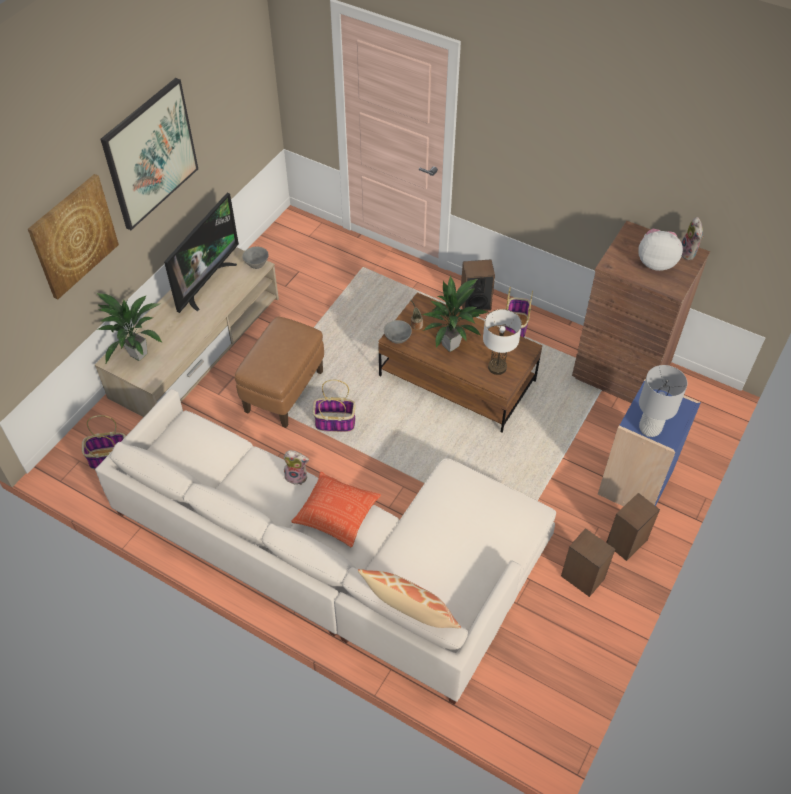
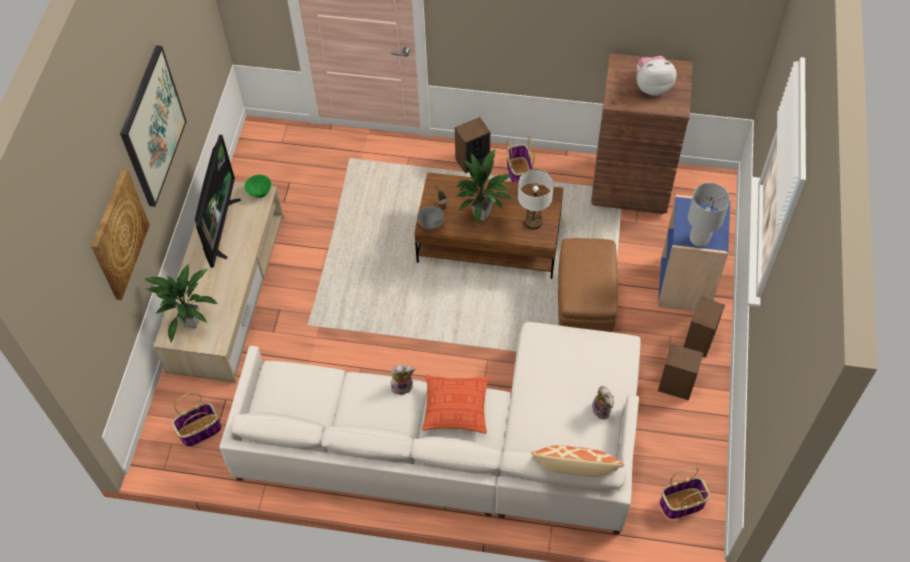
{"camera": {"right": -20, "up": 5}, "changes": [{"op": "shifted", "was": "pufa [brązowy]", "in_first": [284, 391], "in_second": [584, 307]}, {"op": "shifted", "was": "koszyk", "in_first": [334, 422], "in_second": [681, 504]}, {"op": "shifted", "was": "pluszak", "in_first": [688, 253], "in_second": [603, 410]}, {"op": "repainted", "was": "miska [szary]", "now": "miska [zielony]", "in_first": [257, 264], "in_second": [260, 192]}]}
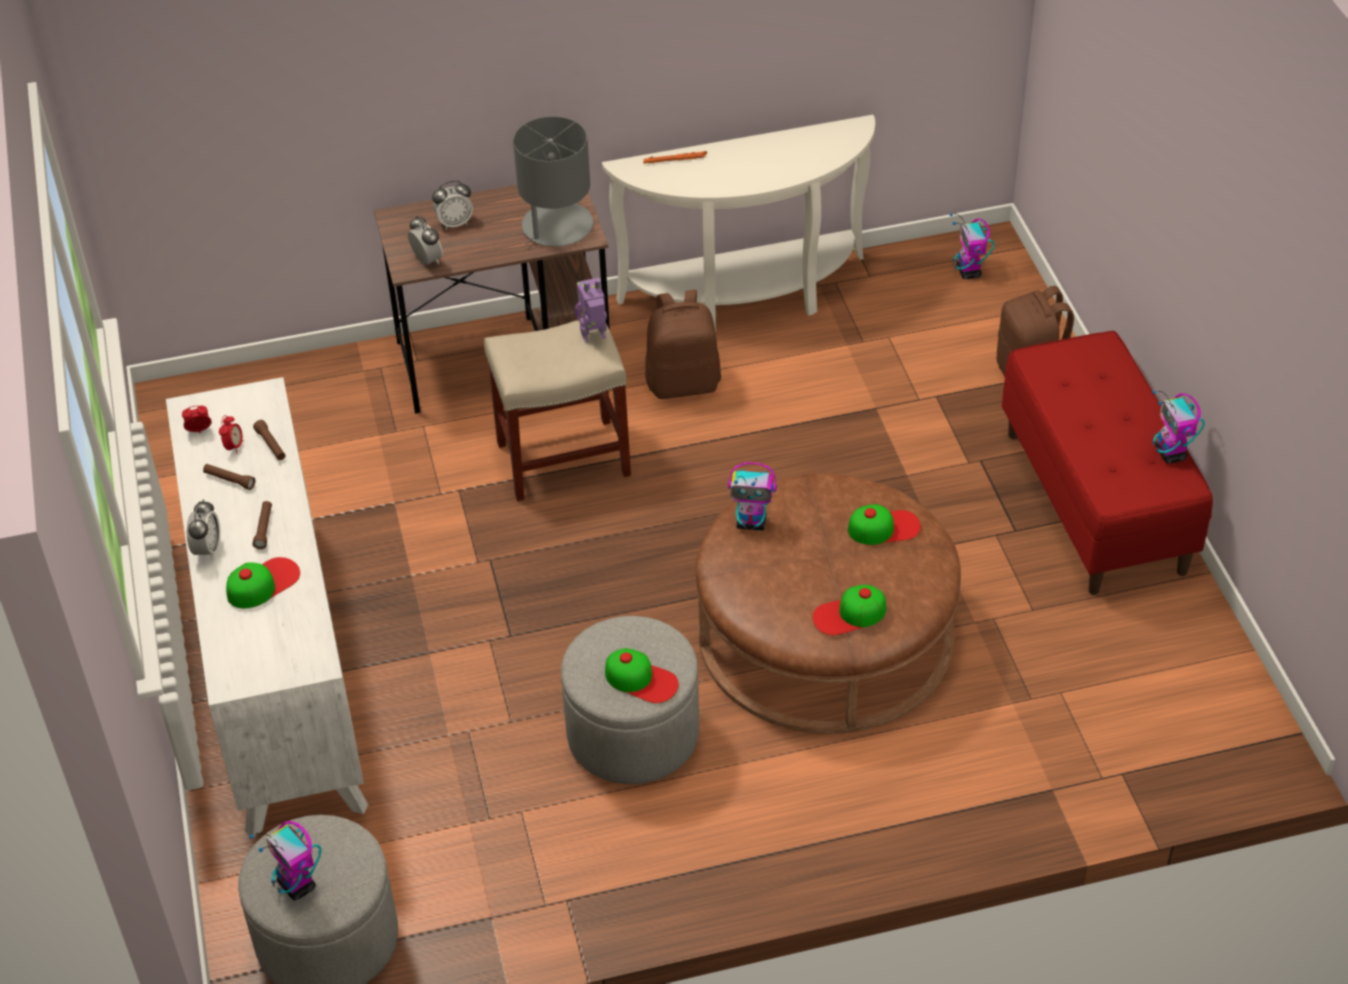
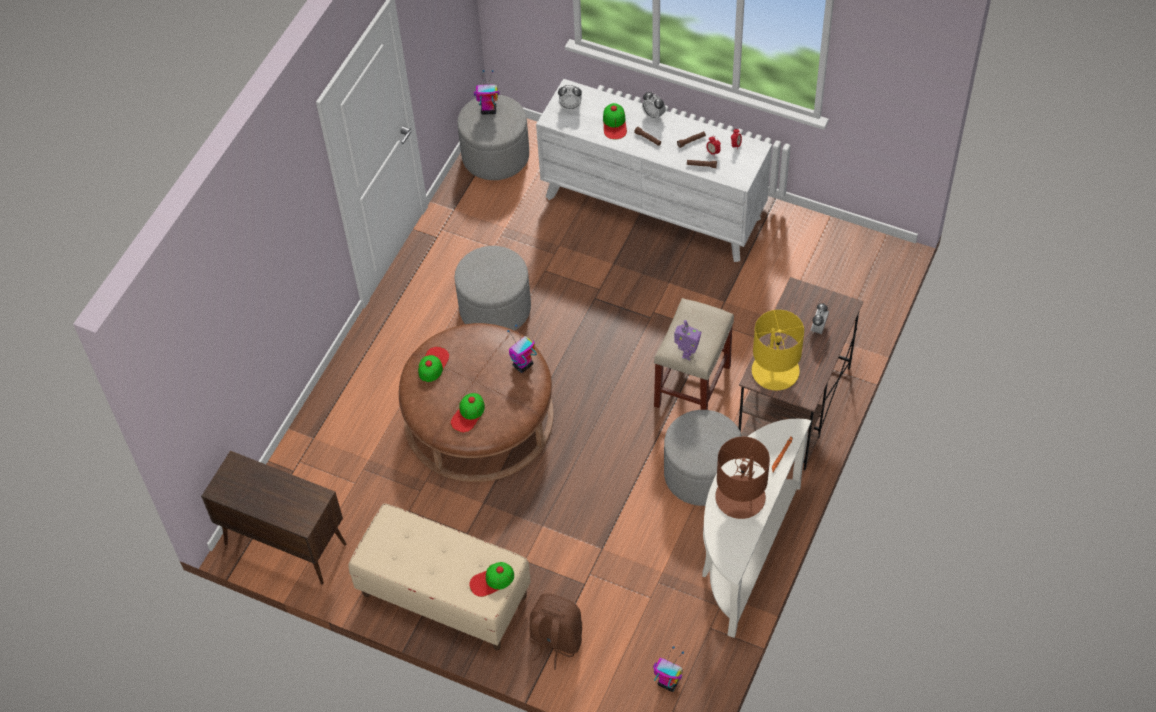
{"camera": {"right": 130, "up": 10}, "changes": [{"op": "gone", "was": "robot zabawkowy", "in_first": [1170, 454]}, {"op": "new", "now": "szafka [brązowy]", "in_second": [284, 544]}, {"op": "new", "now": "lampa stołowa [brązowy]", "in_second": [740, 497]}, {"op": "shifted", "was": "budzik", "in_first": [427, 260], "in_second": [570, 107]}, {"op": "shifted", "was": "czapka z daszkiem", "in_first": [641, 679], "in_second": [492, 581]}, {"op": "swapped", "was": "plecak [brązowy]", "now": "pufa [szary]", "in_first": [683, 383], "in_second": [702, 474]}, {"op": "repainted", "was": "lampa stołowa [szary]", "now": "lampa stołowa [żółty]", "in_first": [556, 226], "in_second": [775, 370]}, {"op": "repainted", "was": "ławka [czerwony]", "now": "ławka [beżowy]", "in_first": [1096, 502], "in_second": [444, 596]}]}
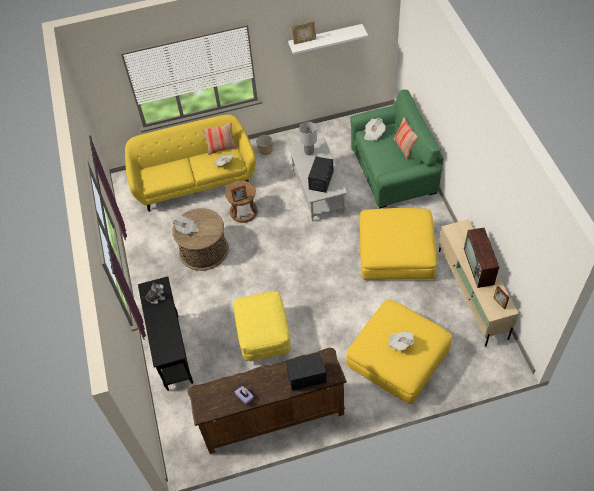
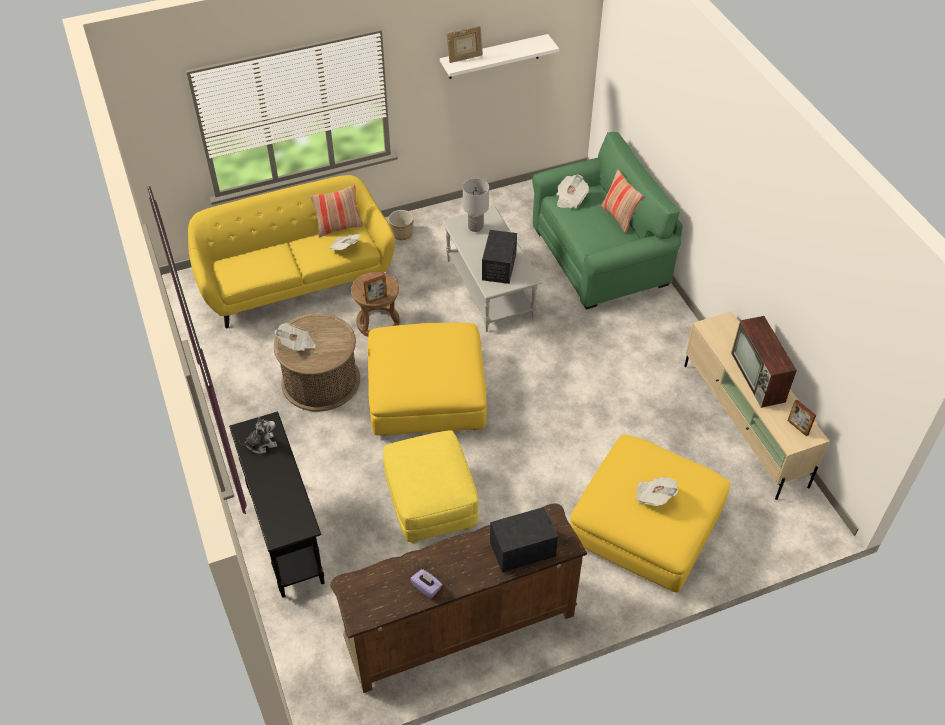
{"camera": {"right": -10, "up": -5}, "changes": [{"op": "shifted", "was": "pufa [żółty]", "in_first": [396, 252], "in_second": [426, 393]}]}
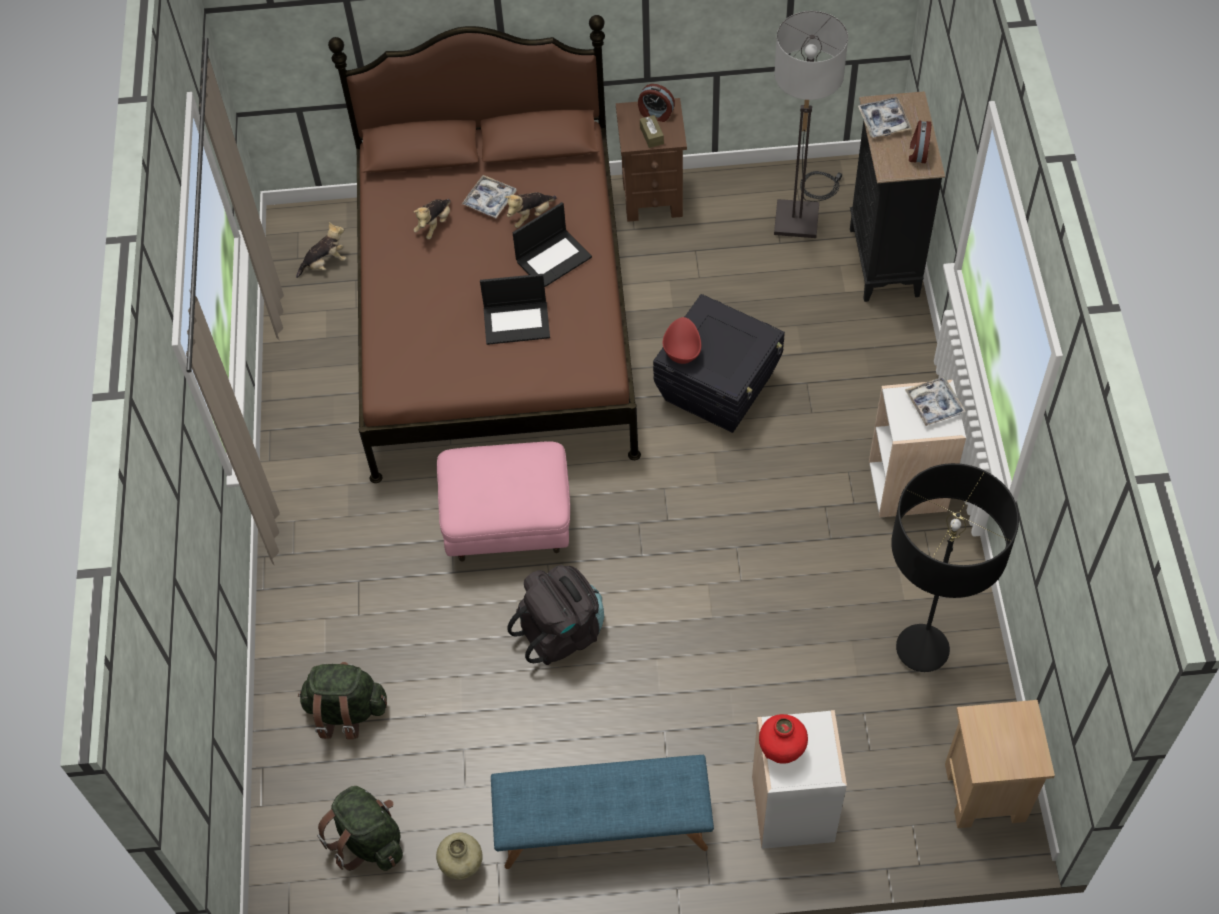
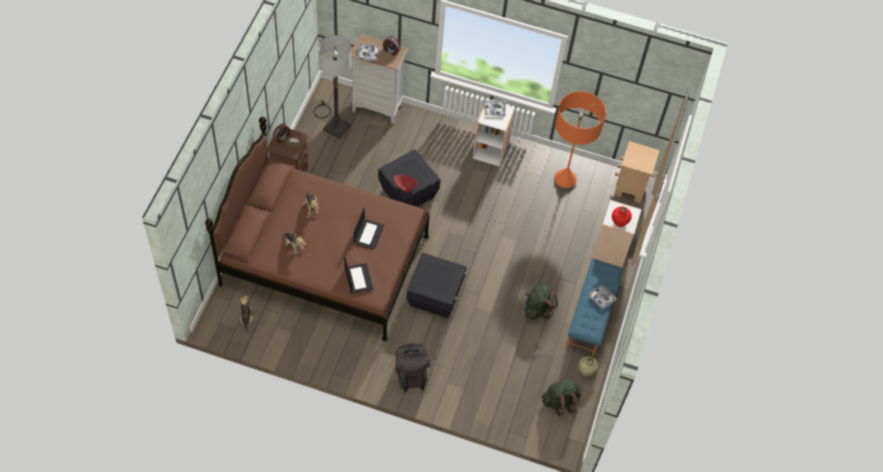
{"camera": {"right": -75, "up": 0}, "changes": [{"op": "shifted", "was": "plecak [zielony]", "in_first": [346, 711], "in_second": [537, 308]}, {"op": "shifted", "was": "taca", "in_first": [489, 200], "in_second": [601, 298]}, {"op": "shifted", "was": "plecak [czarny]", "in_first": [562, 632], "in_second": [411, 373]}, {"op": "shifted", "was": "laptop", "in_first": [553, 258], "in_second": [358, 278]}, {"op": "swapped", "was": "pufa [różowy]", "now": "pojemnik do przechowywania [czarny]", "in_first": [509, 524], "in_second": [435, 295]}, {"op": "repainted", "was": "komoda [czarny]", "now": "komoda [biały]", "in_first": [882, 264], "in_second": [378, 109]}, {"op": "repainted", "was": "lampa stojąca [czarny]", "now": "lampa stojąca [pomarańczowy]", "in_first": [922, 651], "in_second": [565, 180]}]}
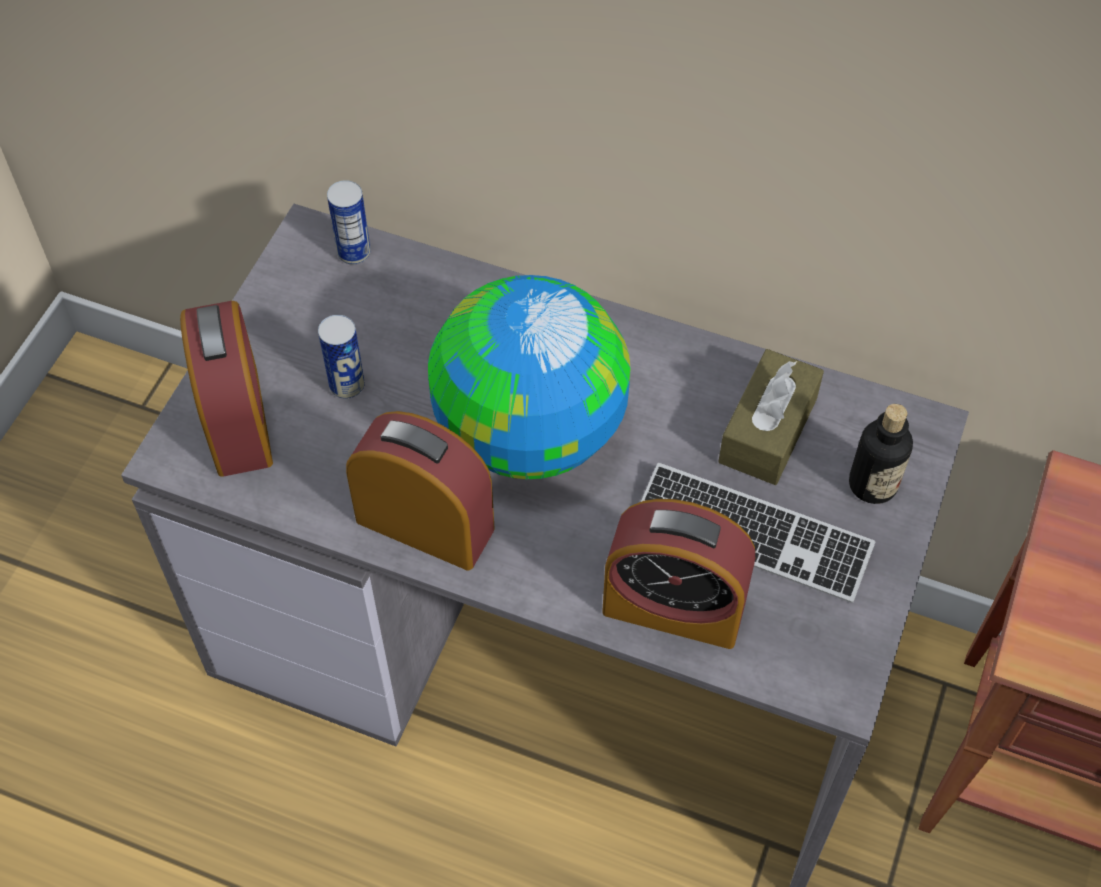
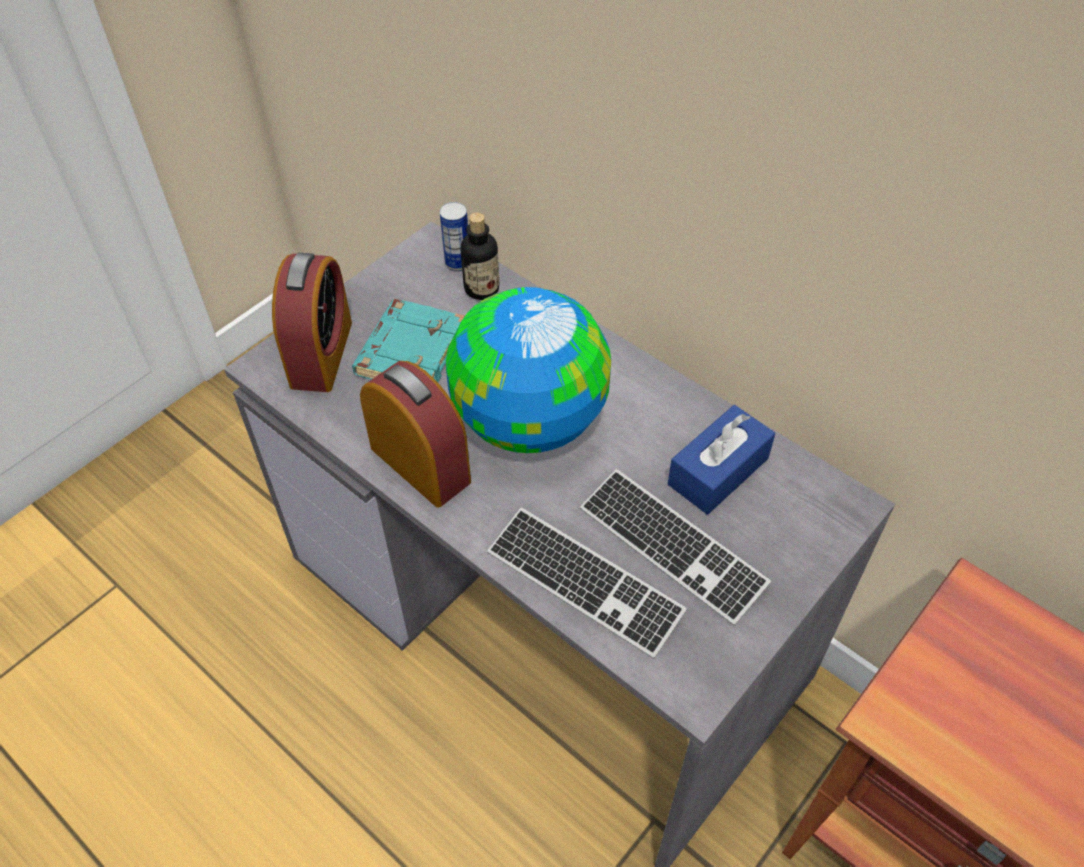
{"camera": {"right": 20, "up": -5}, "changes": [{"op": "shifted", "was": "butelka", "in_first": [872, 484], "in_second": [481, 289]}, {"op": "swapped", "was": "puszka", "now": "książka [turkusowy]", "in_first": [347, 385], "in_second": [410, 351]}, {"op": "swapped", "was": "budzik", "now": "klawiatura", "in_first": [673, 607], "in_second": [584, 583]}, {"op": "repainted", "was": "pudełko chusteczek [brązowy]", "now": "pudełko chusteczek [niebieski]", "in_first": [768, 430], "in_second": [718, 471]}]}
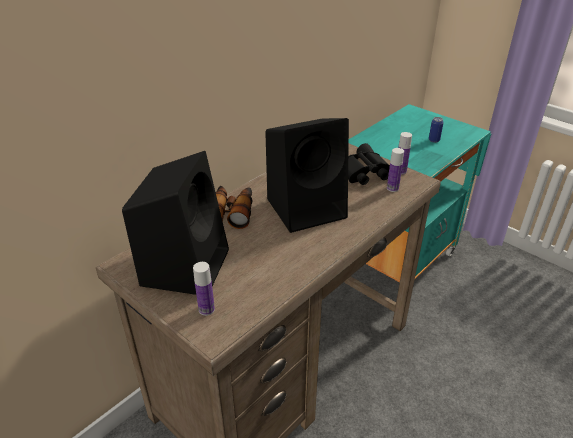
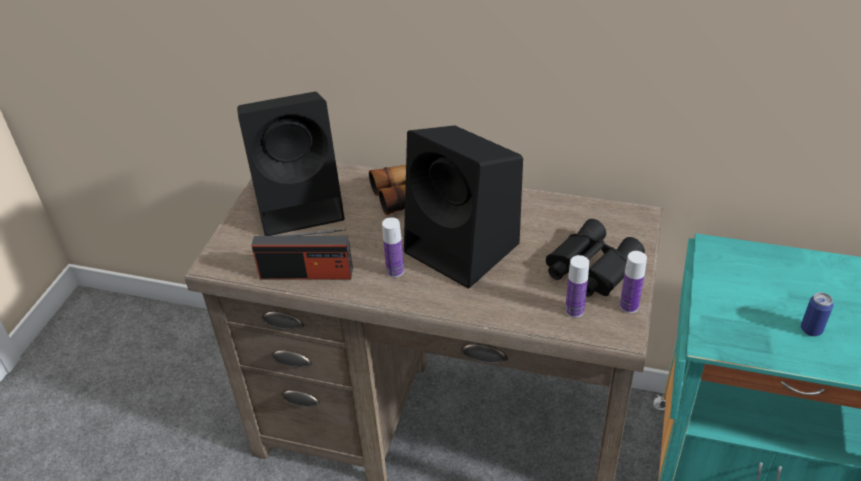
{"camera": {"right": 65, "up": 5}, "changes": [{"op": "new", "now": "radio", "in_second": [306, 273]}, {"op": "shifted", "was": "butelka", "in_first": [206, 309], "in_second": [395, 271]}]}
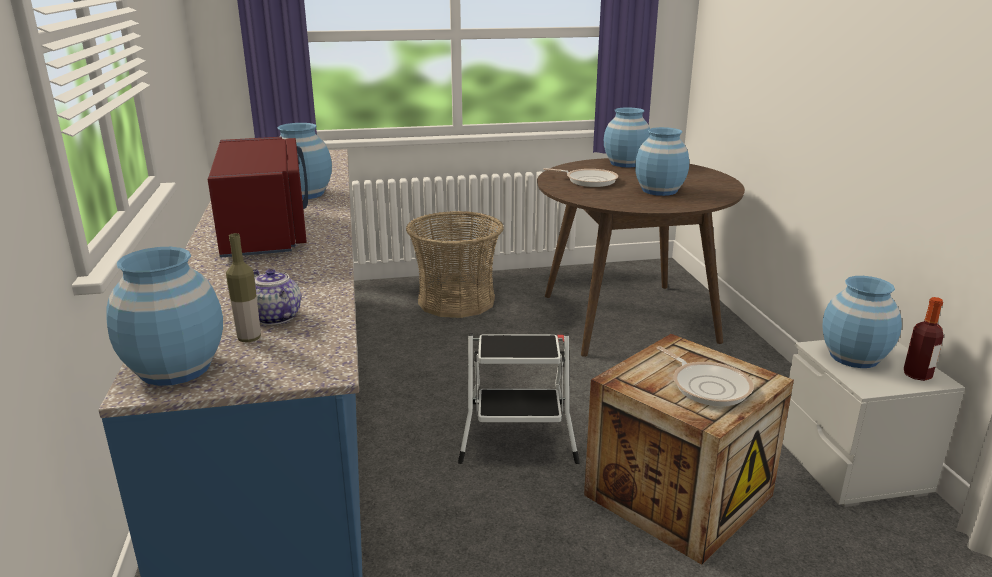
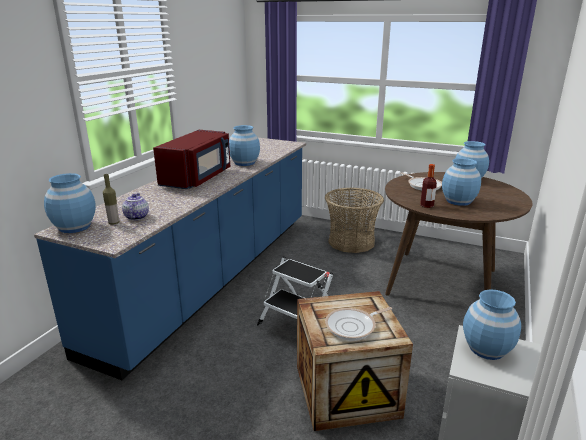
{"camera": {"right": 35, "up": 0}, "changes": [{"op": "shifted", "was": "butelka", "in_first": [917, 375], "in_second": [426, 205]}, {"op": "rotated", "was": "patelnia", "in_first": [708, 386], "in_second": [353, 326], "clockwise": 60}]}
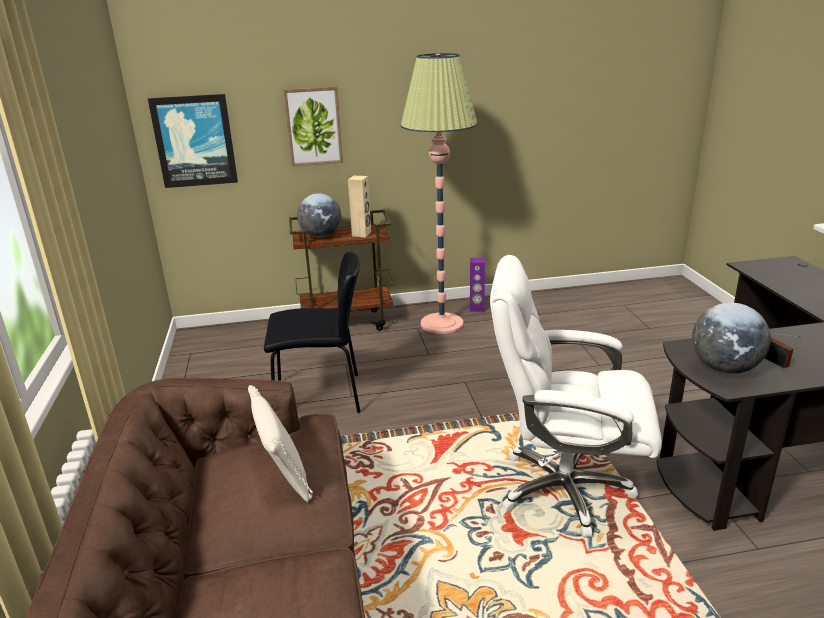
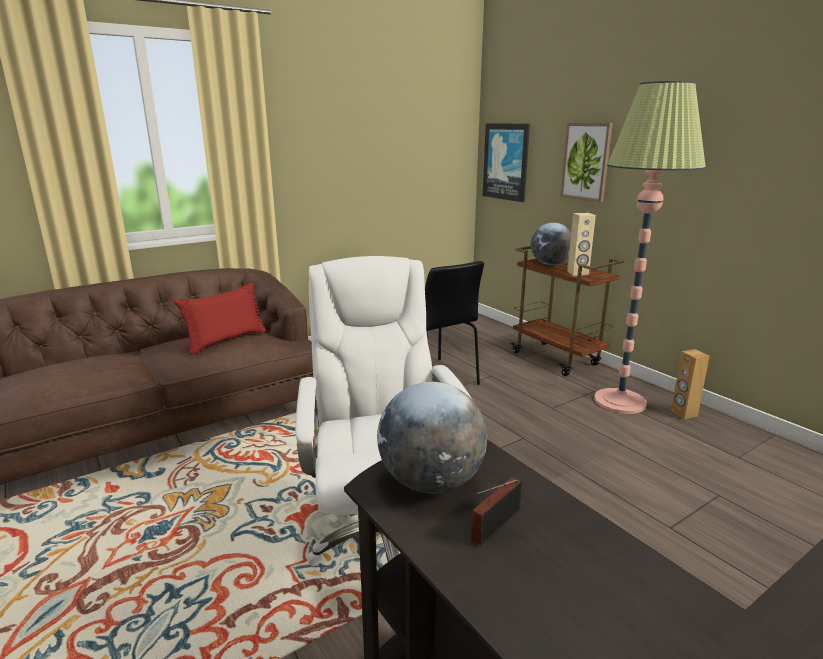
{"camera": {"right": 65, "up": -5}, "changes": [{"op": "repainted", "was": "poduszka [biały]", "now": "poduszka [czerwony]", "in_first": [282, 469], "in_second": [226, 341]}, {"op": "repainted", "was": "głośnik [fioletowy]", "now": "głośnik [brązowy]", "in_first": [477, 308], "in_second": [683, 413]}]}
